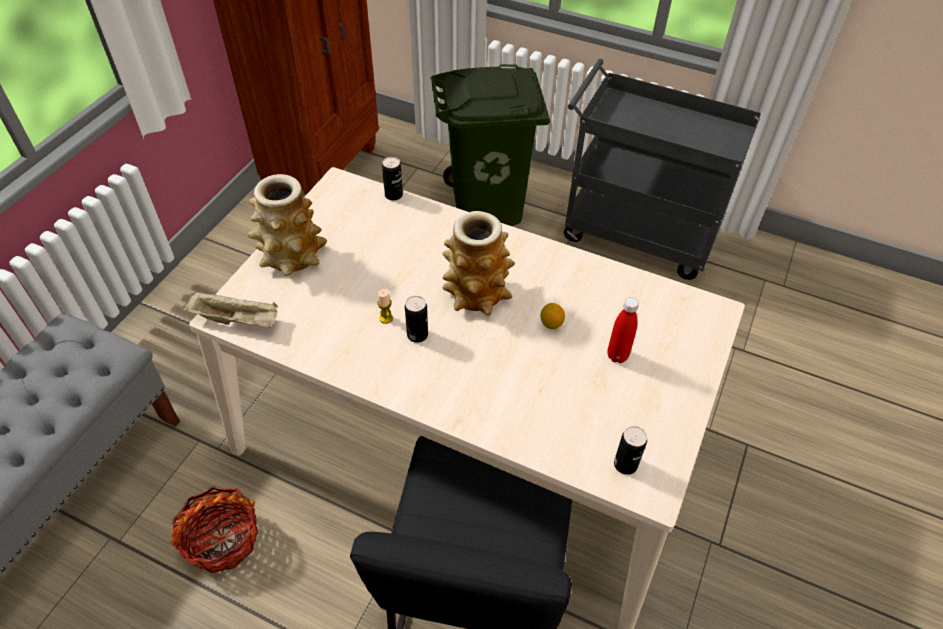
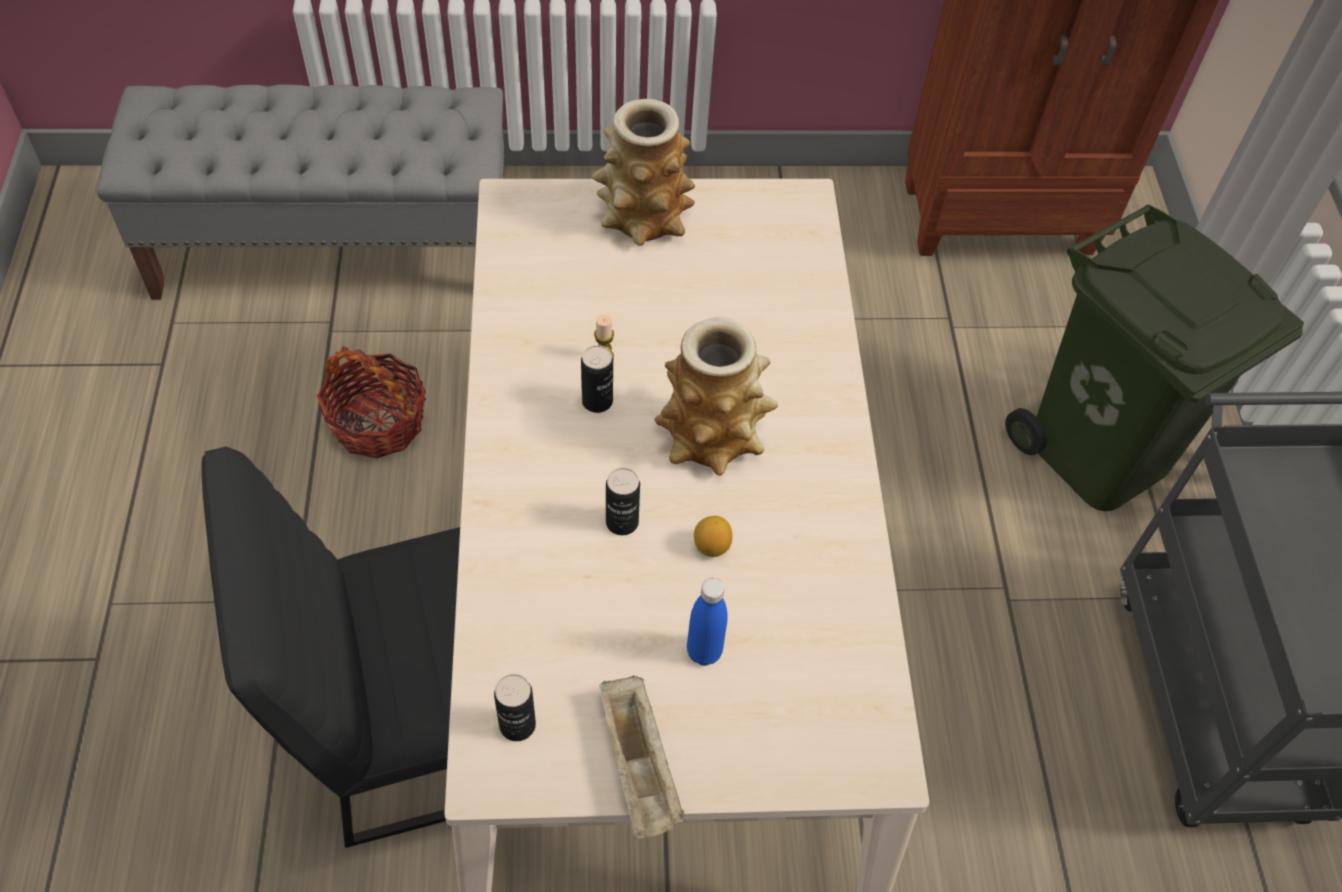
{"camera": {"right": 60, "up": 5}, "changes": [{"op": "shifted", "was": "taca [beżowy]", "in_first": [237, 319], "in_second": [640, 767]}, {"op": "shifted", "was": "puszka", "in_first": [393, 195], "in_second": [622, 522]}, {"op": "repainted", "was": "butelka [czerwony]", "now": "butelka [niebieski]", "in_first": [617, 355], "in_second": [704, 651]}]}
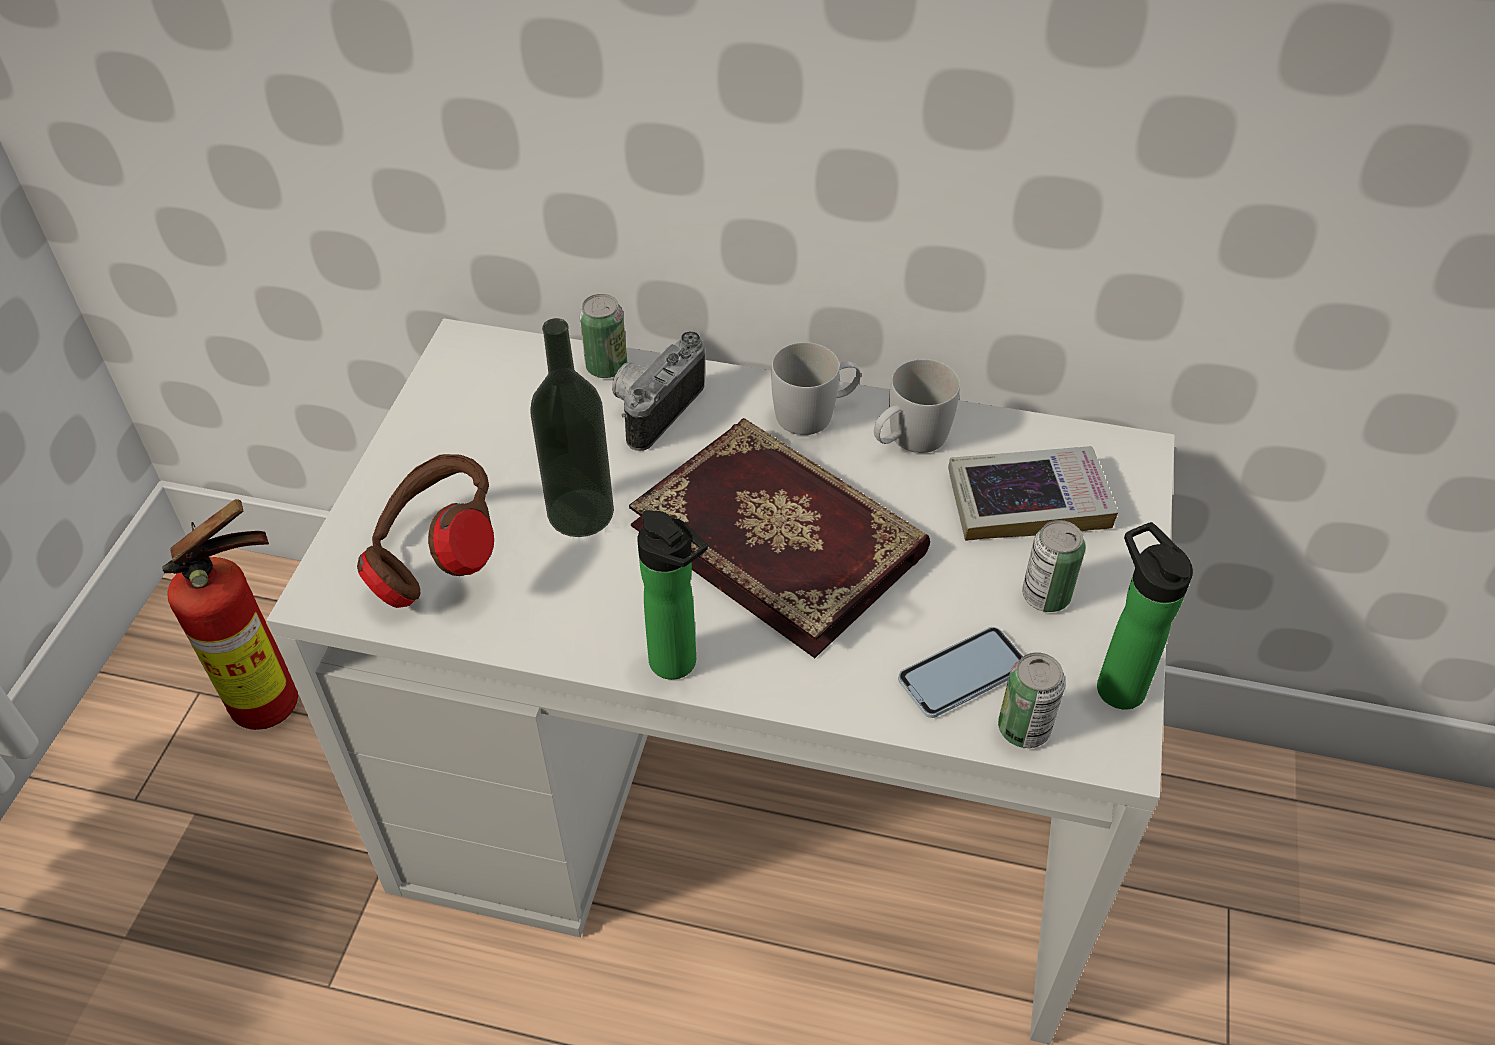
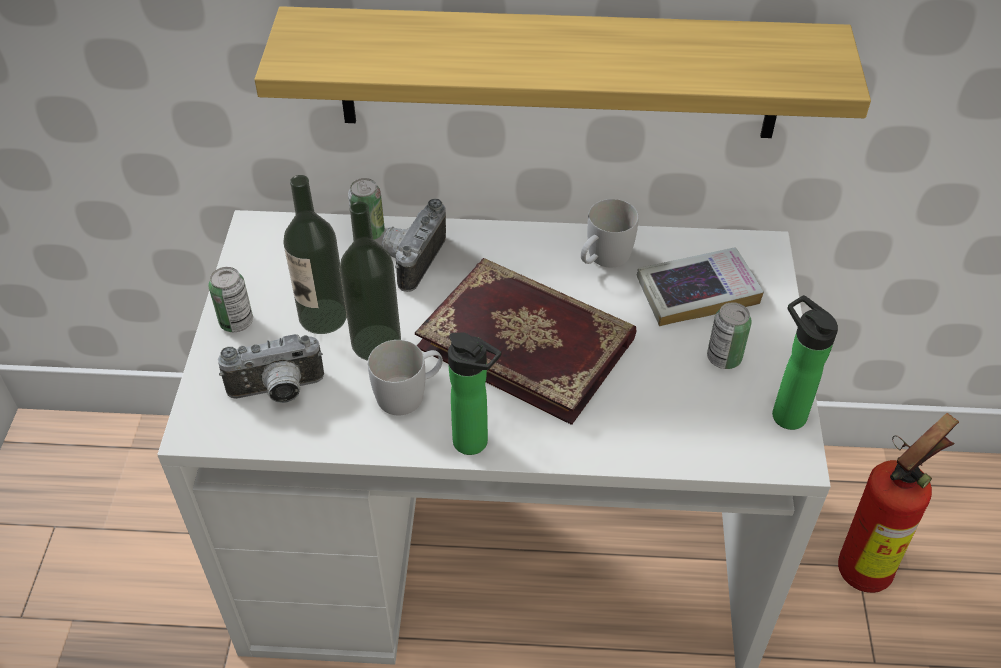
{"camera": {"right": -10, "up": 0}, "changes": [{"op": "gone", "was": "telefon", "in_first": [962, 674]}, {"op": "new", "now": "półka", "in_second": [559, 73]}, {"op": "new", "now": "butelka", "in_second": [323, 316]}, {"op": "shifted", "was": "gaśnica", "in_first": [277, 701], "in_second": [870, 566]}, {"op": "shifted", "was": "kubek [biały]", "in_first": [815, 413], "in_second": [409, 393]}, {"op": "shifted", "was": "puszka", "in_first": [1023, 729], "in_second": [236, 322]}, {"op": "swapped", "was": "słuchawki [brązowy]", "now": "aparat fotograficzny", "in_first": [438, 560], "in_second": [277, 392]}]}
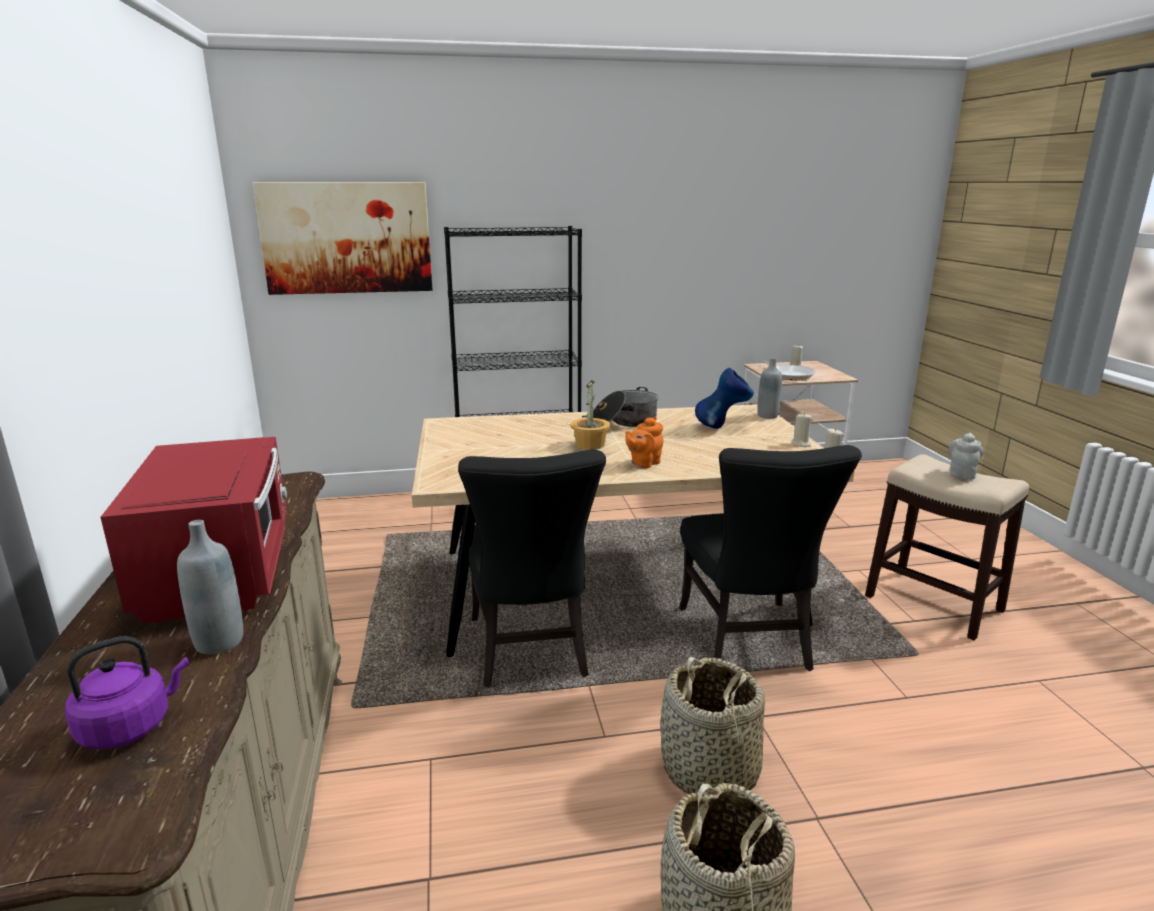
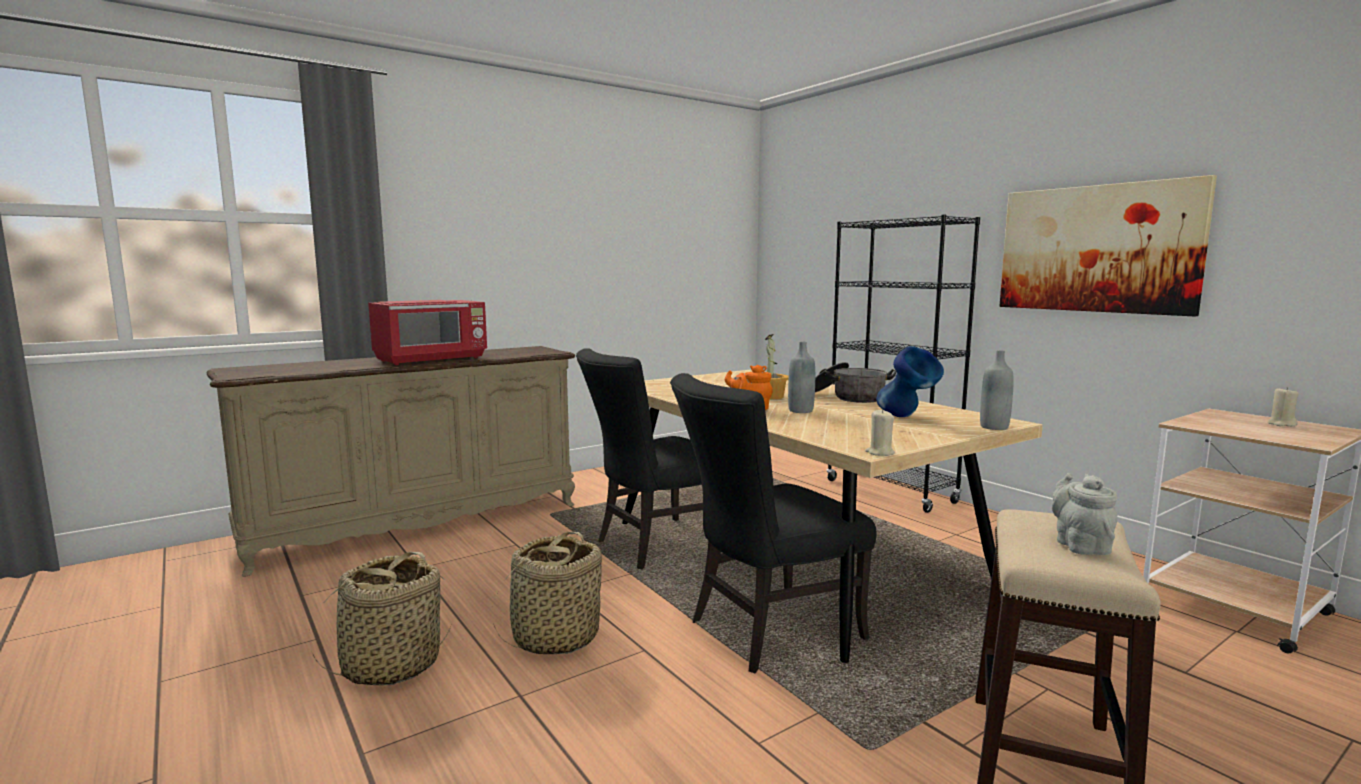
{"camera": {"right": 65, "up": -10}, "changes": [{"op": "gone", "was": "czajnik [fioletowy]", "in_first": [130, 726]}, {"op": "gone", "was": "patelnia", "in_first": [788, 375]}, {"op": "gone", "was": "świeca [beżowy]", "in_first": [801, 444]}, {"op": "shifted", "was": "butelka [szary]", "in_first": [219, 642], "in_second": [800, 411]}, {"op": "shifted", "was": "obraz", "in_first": [347, 238], "in_second": [1096, 249]}, {"op": "rotated", "was": "imbryk [szary]", "in_first": [961, 474], "in_second": [1080, 545], "clockwise": -90}]}
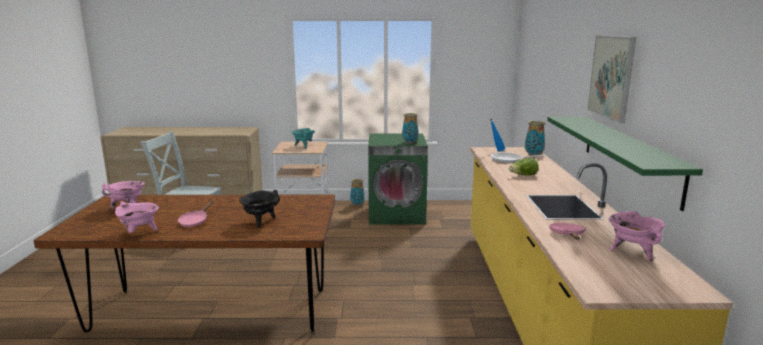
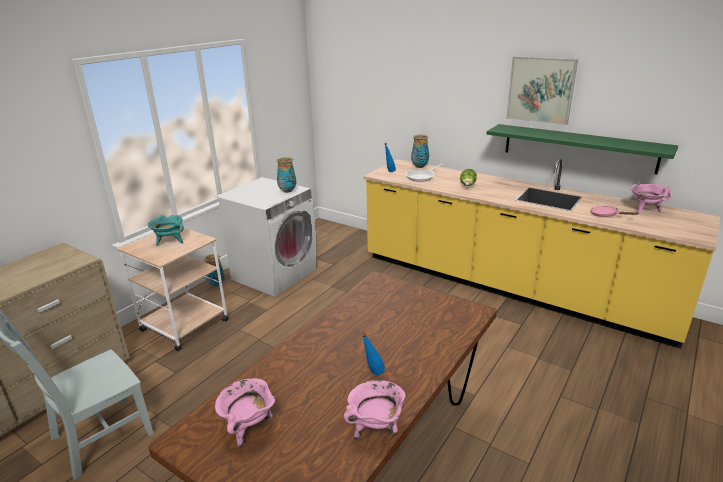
{"camera": {"right": -55, "up": 10}, "changes": [{"op": "gone", "was": "garnek [czarny]", "in_first": [260, 221]}, {"op": "swapped", "was": "patelnia [różowy]", "now": "butelka [niebieski]", "in_first": [195, 221], "in_second": [372, 375]}, {"op": "repainted", "was": "pralka [zielony]", "now": "pralka [biały]", "in_first": [397, 214], "in_second": [274, 273]}]}
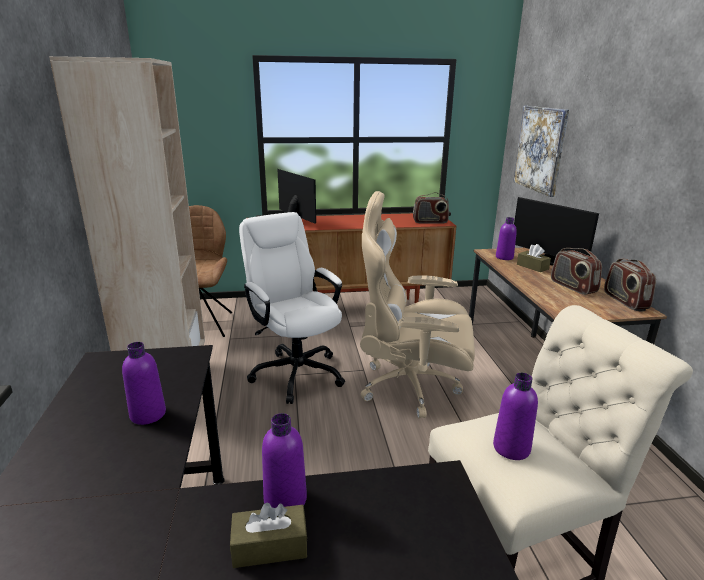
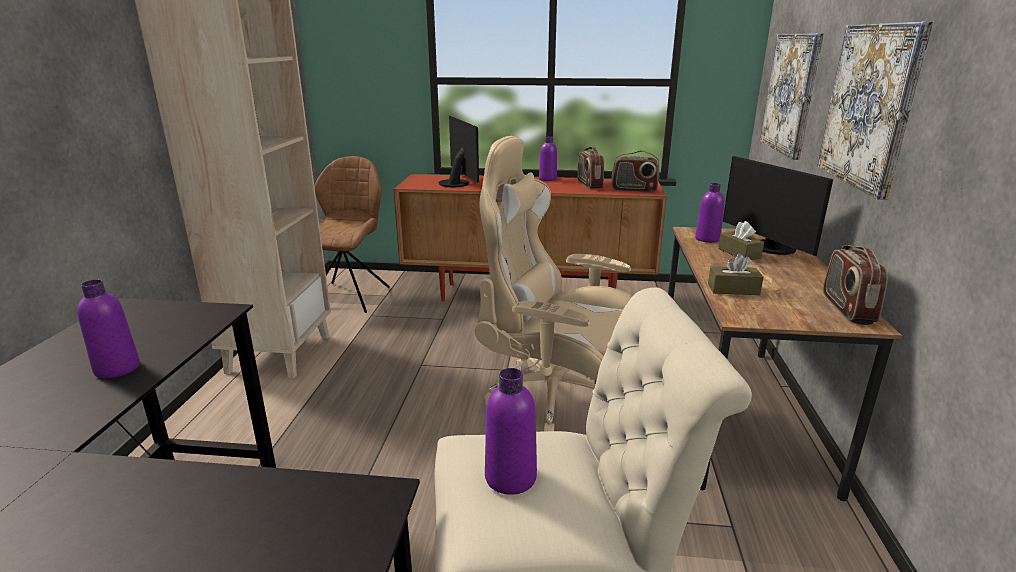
{"camera": {"right": 15, "up": 0}, "changes": [{"op": "gone", "was": "krzesło biurowe [biały]", "in_first": [295, 373]}, {"op": "new", "now": "obraz", "in_second": [870, 106]}, {"op": "shifted", "was": "pudełko chusteczek [brązowy]", "in_first": [270, 546], "in_second": [733, 289]}, {"op": "shifted", "was": "butelka [fioletowy]", "in_first": [285, 499], "in_second": [547, 179]}, {"op": "shifted", "was": "radio", "in_first": [572, 287], "in_second": [589, 184]}]}
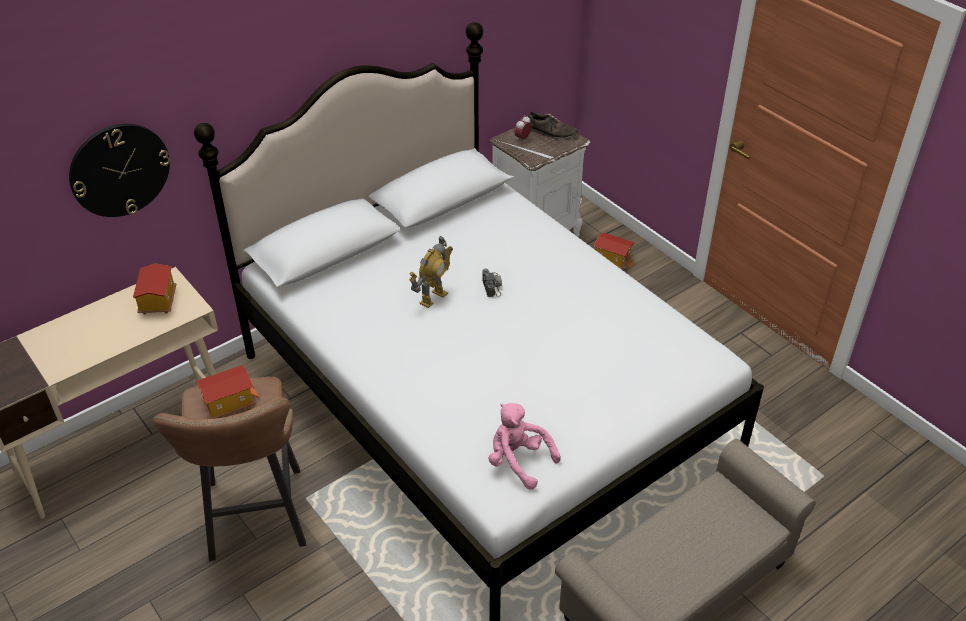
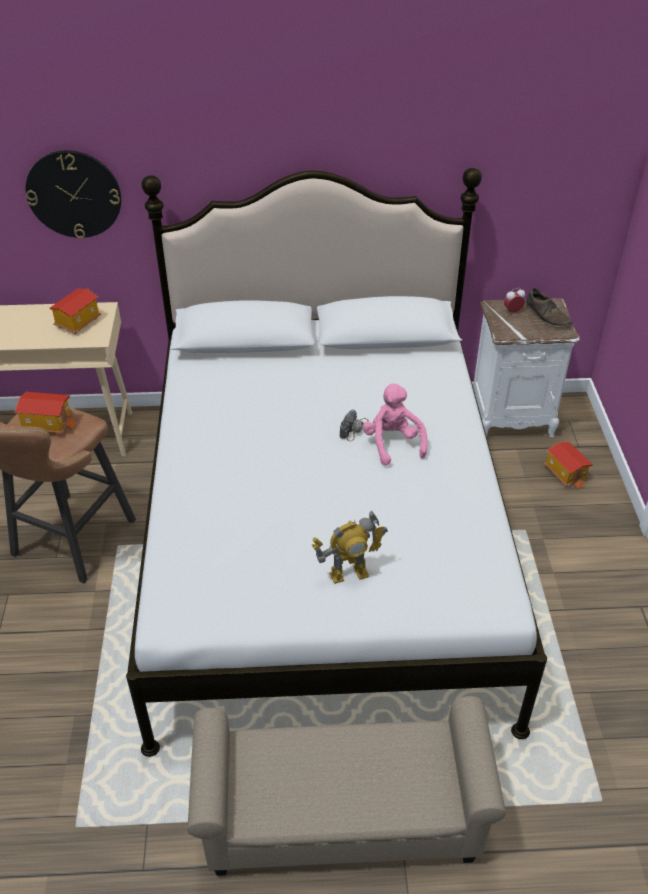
{"camera": {"right": 35, "up": 0}, "changes": [{"op": "shifted", "was": "robot zabawkowy", "in_first": [433, 297], "in_second": [349, 574]}, {"op": "shifted", "was": "pluszak [różowy]", "in_first": [518, 461], "in_second": [393, 443]}]}
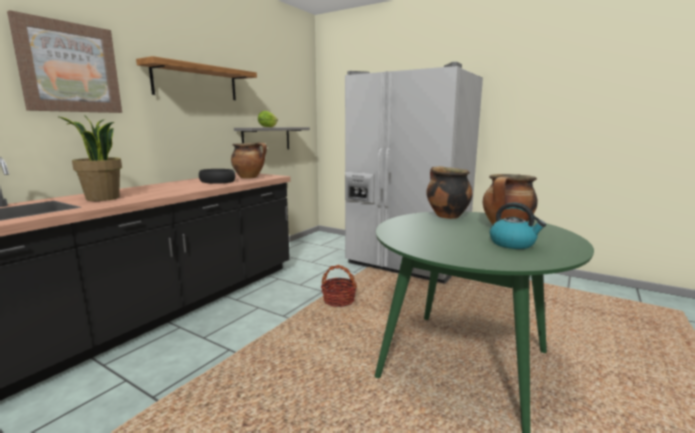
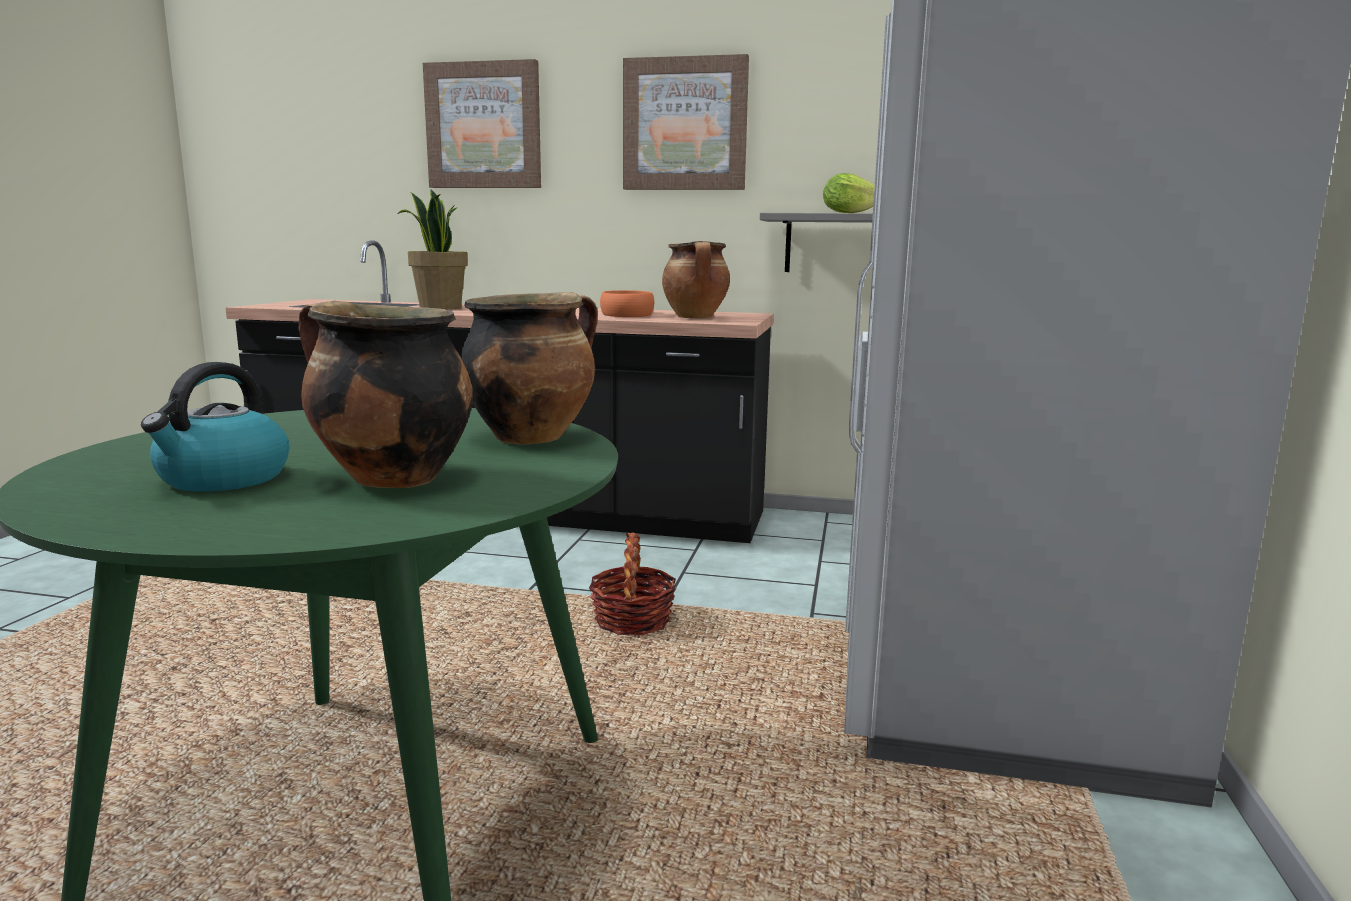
{"camera": {"right": 70, "up": 0}, "changes": [{"op": "swapped", "was": "półka", "now": "obraz", "in_first": [196, 82], "in_second": [685, 125]}, {"op": "repainted", "was": "miska [czarny]", "now": "miska [pomarańczowy]", "in_first": [218, 181], "in_second": [628, 314]}]}
